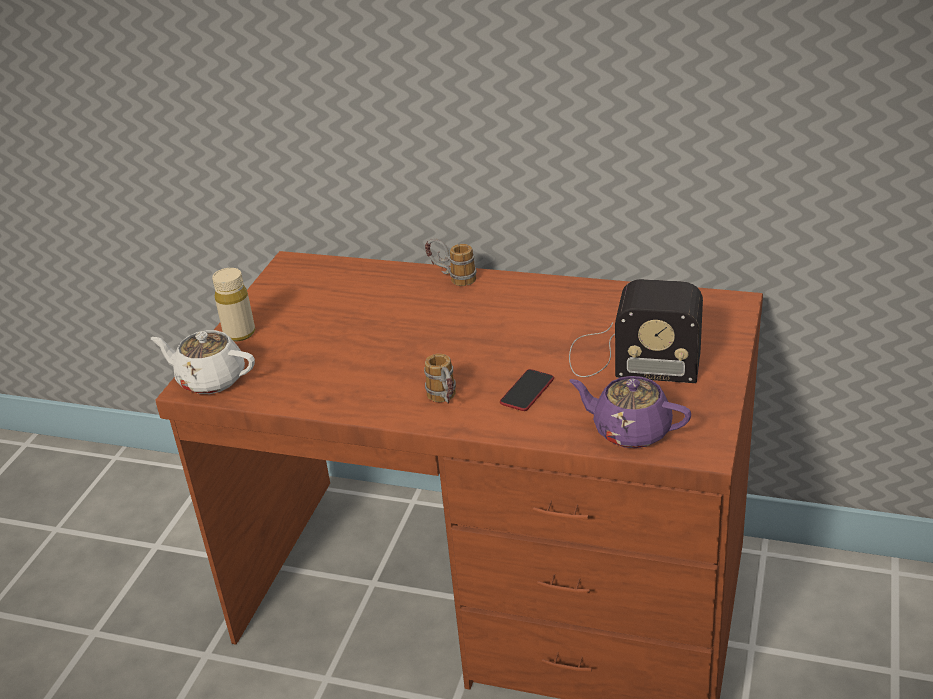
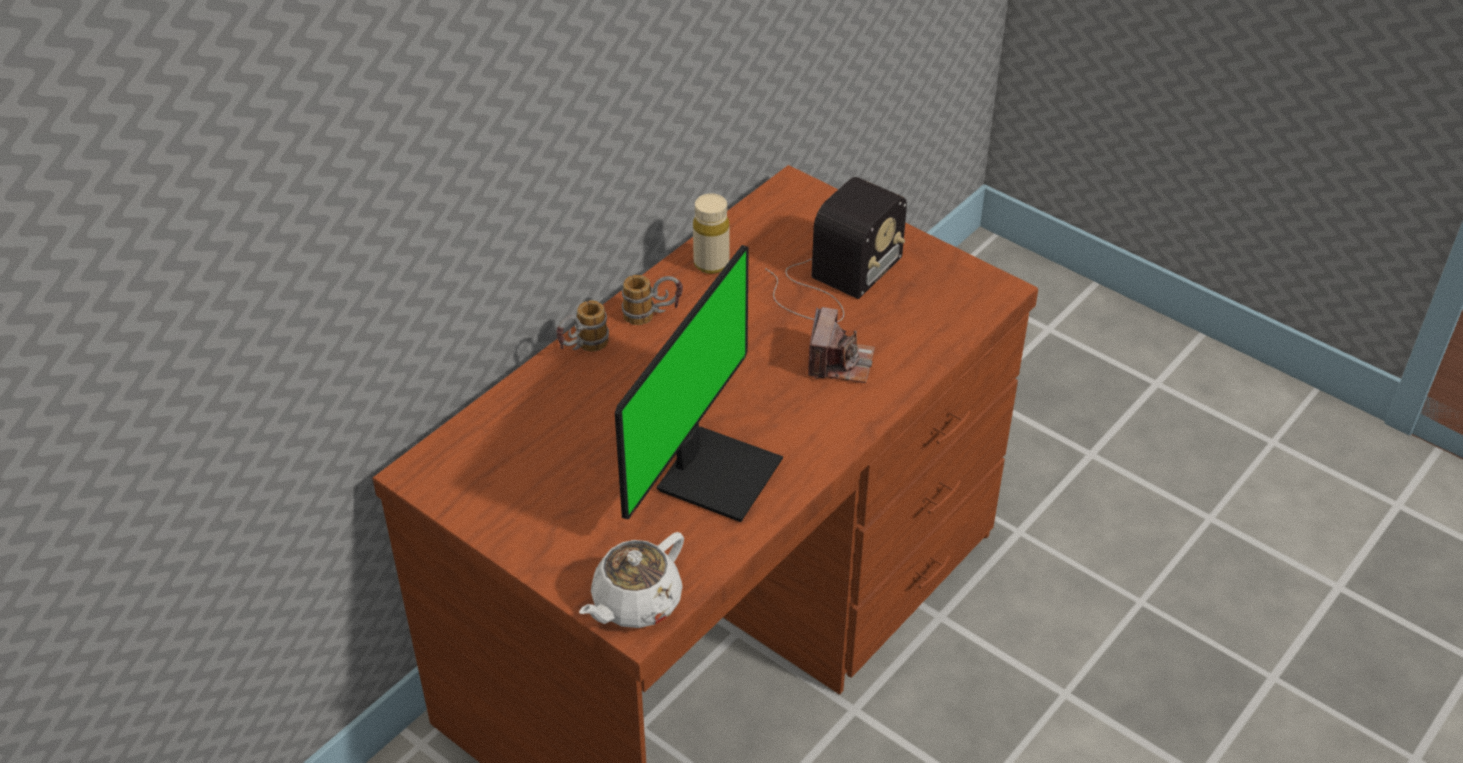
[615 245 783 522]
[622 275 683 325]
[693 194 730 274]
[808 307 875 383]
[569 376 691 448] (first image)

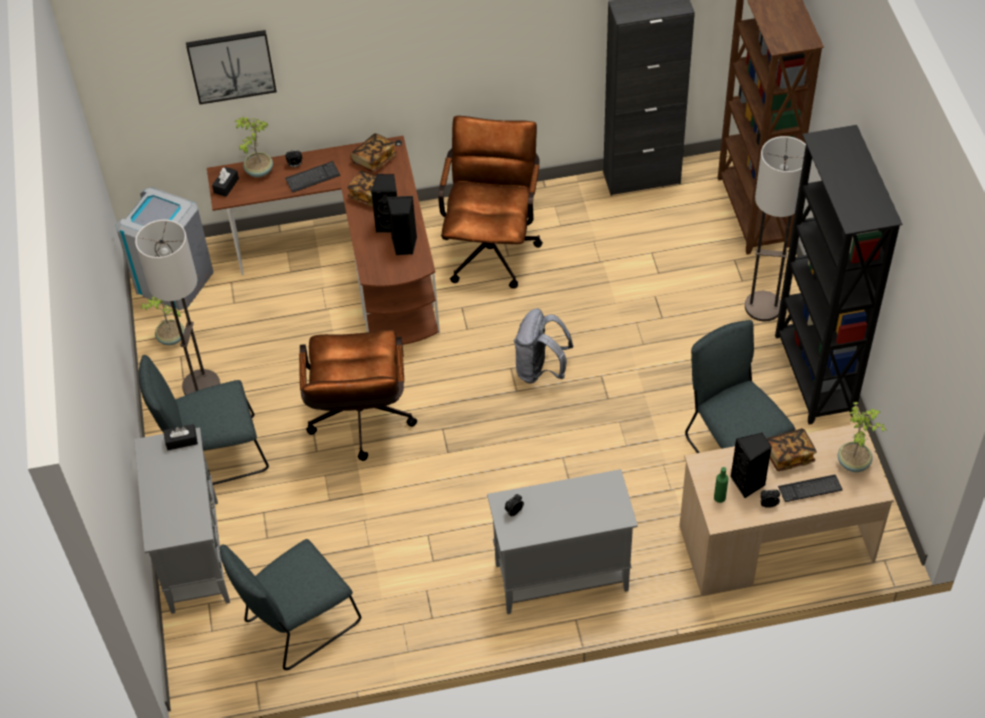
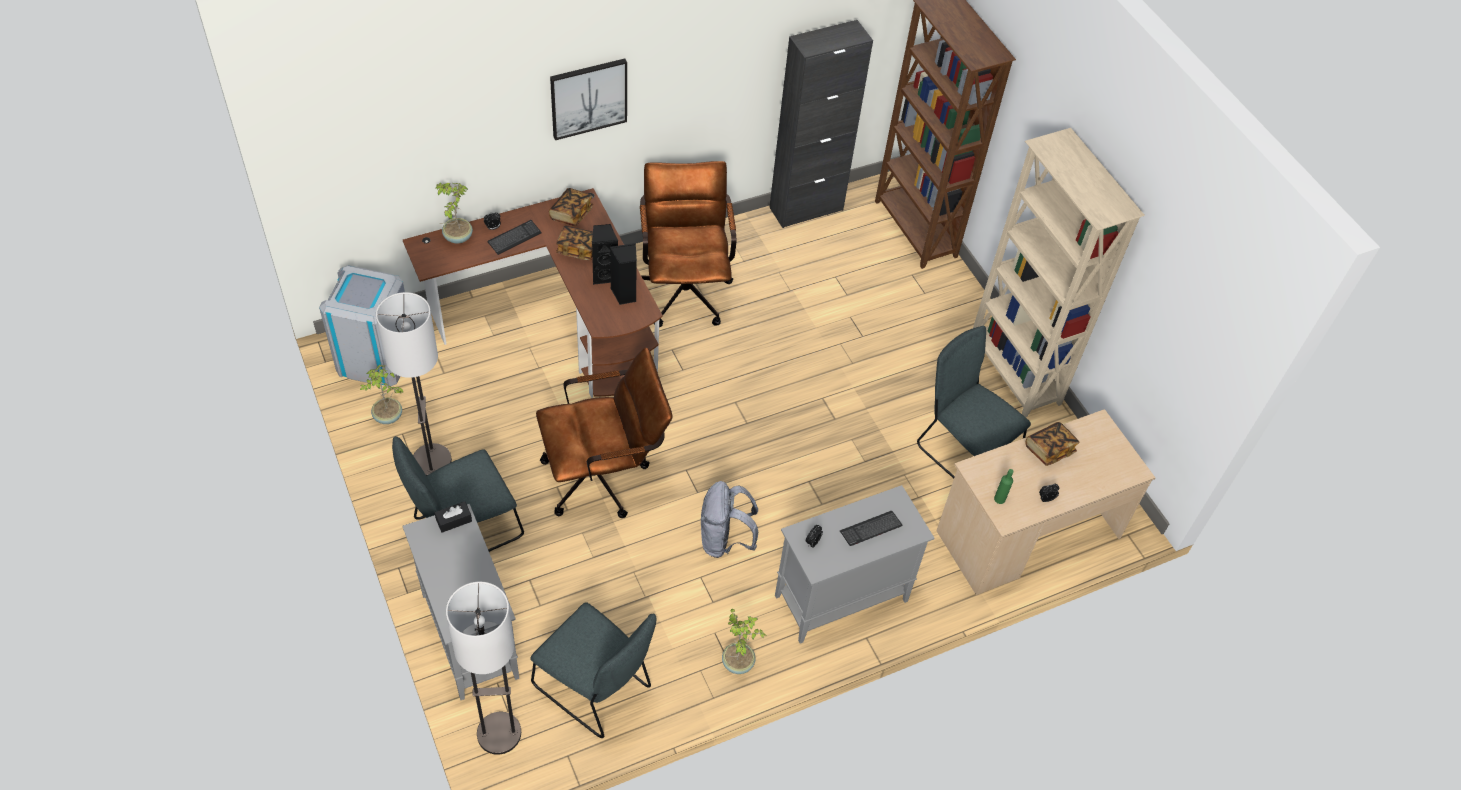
[446 581 521 755]
[530 602 656 738]
[536 347 673 518]
[550 59 627 140]
[701 481 758 558]
[722 609 766 674]
[840 511 902 546]
[973 128 1145 417]
[212 167 239 197] (first image)
[731 433 772 498] (first image)

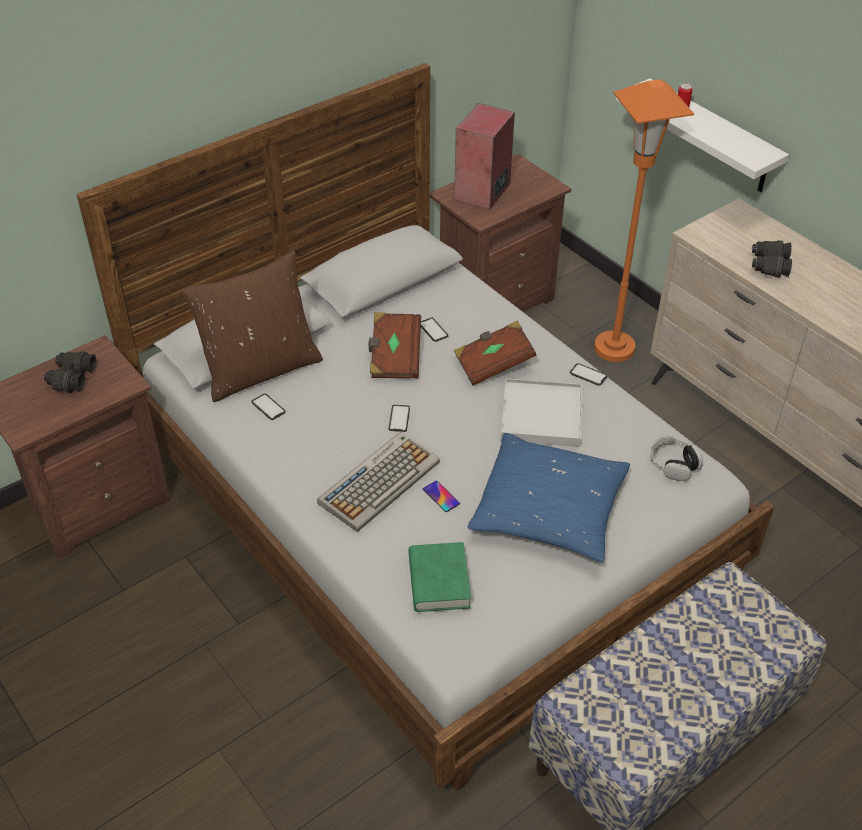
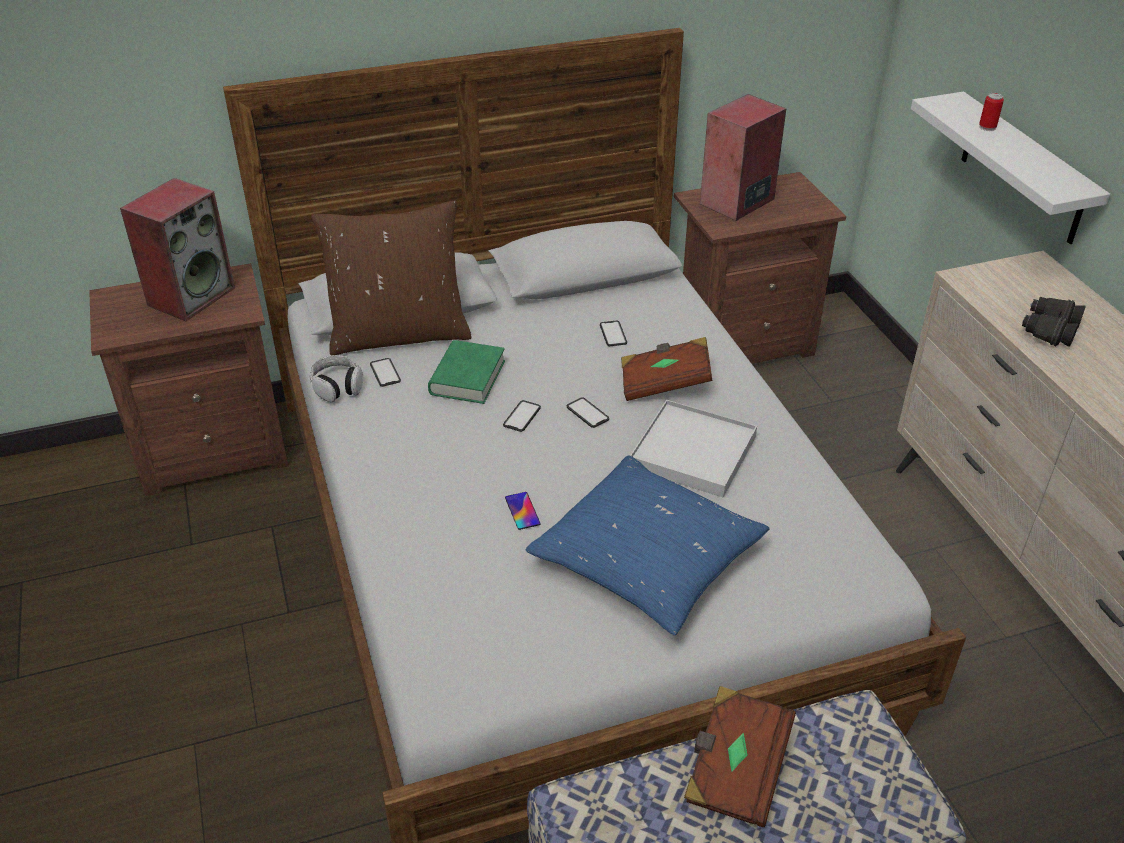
[120 178 235 321]
[309 355 363 402]
[428 340 505 404]
[567 397 609 428]
[684 686 796 827]
[317 431 440 532] (first image)
[594 79 694 362] (first image)

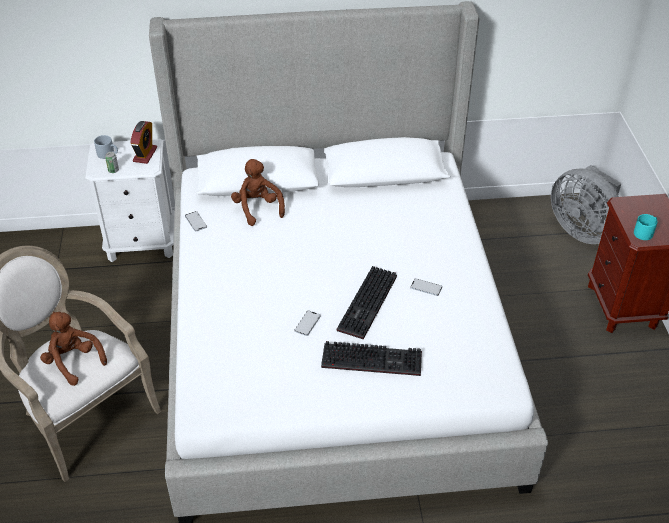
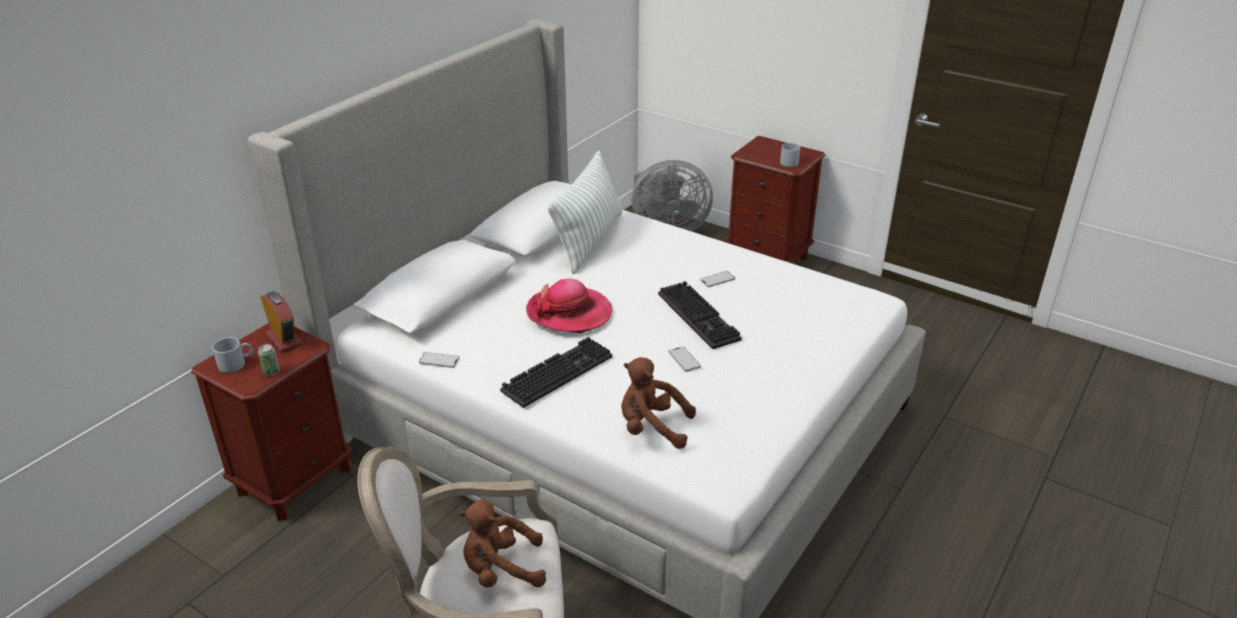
[191 323 352 521]
[500 337 612 408]
[526 279 612 333]
[547 150 622 274]
[621 357 696 449]
[780 143 800 167]

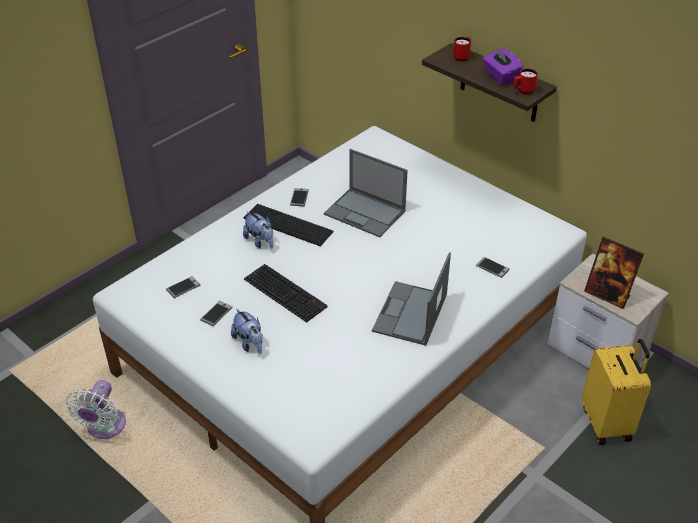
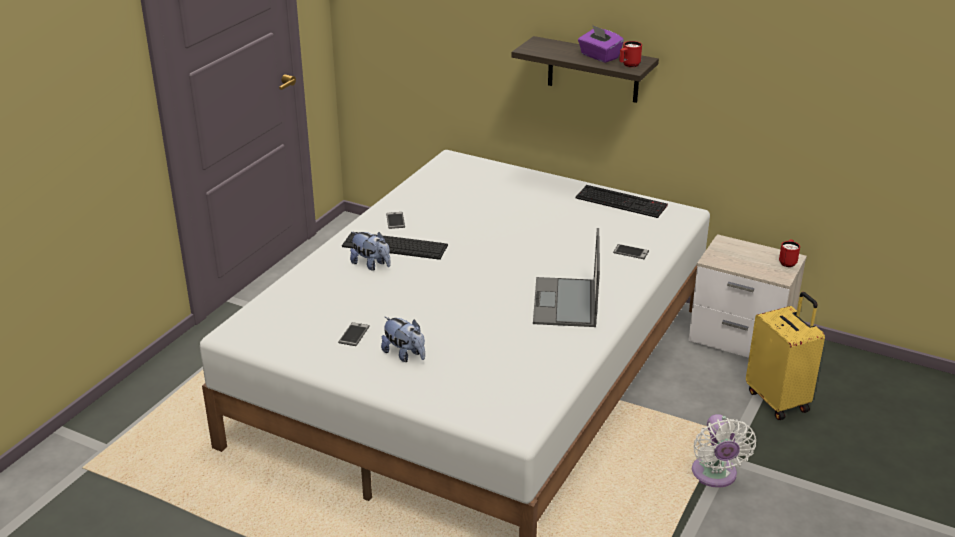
[575 185 668 218]
[692 414 756 488]
[779 239 800 267]
[166 276 200 298] (first image)
[324 149 408 237] (first image)
[584 237 644 309] (first image)

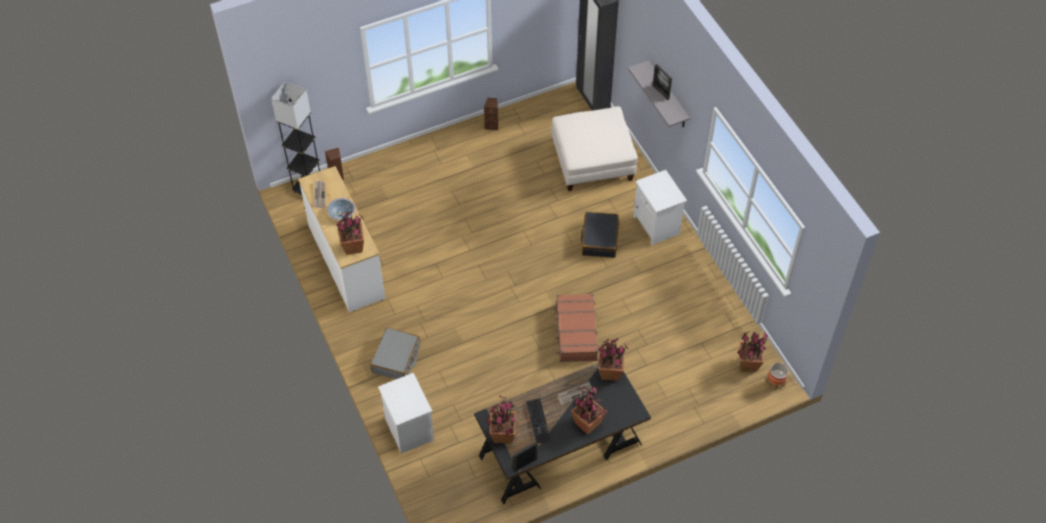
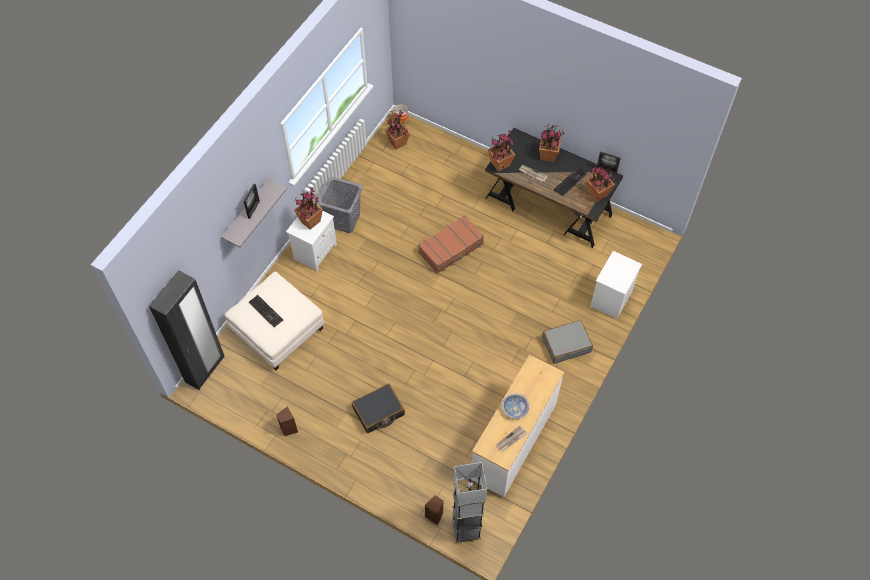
[249 295 283 327]
[294 187 323 230]
[318 177 363 233]
[352 384 405 433]

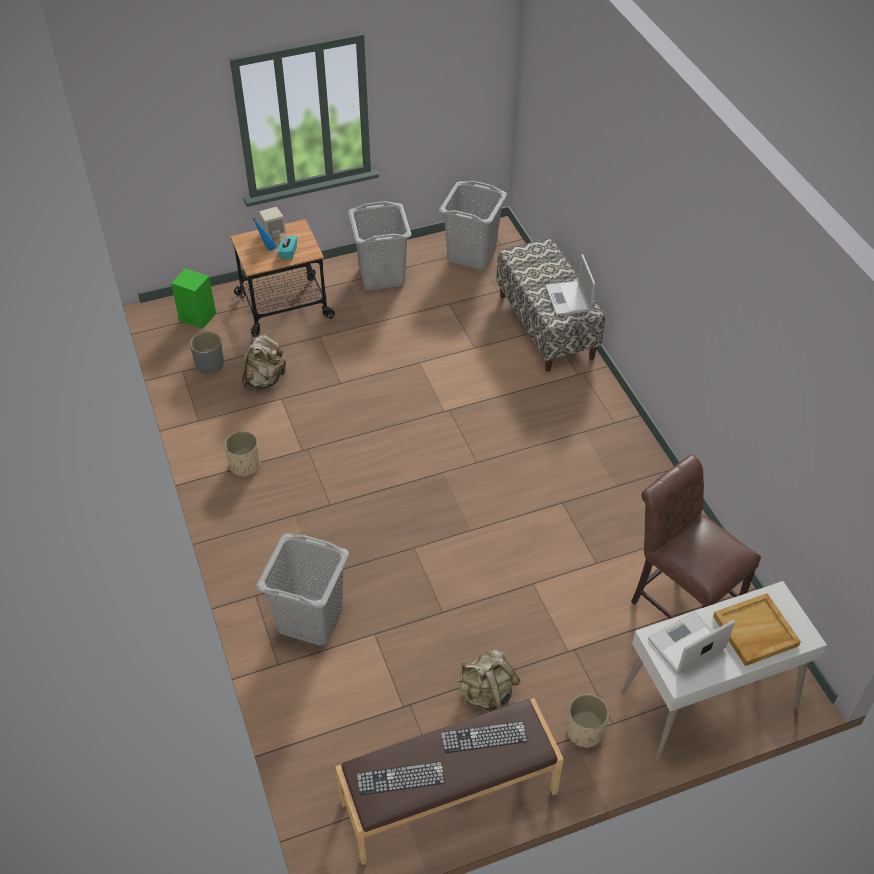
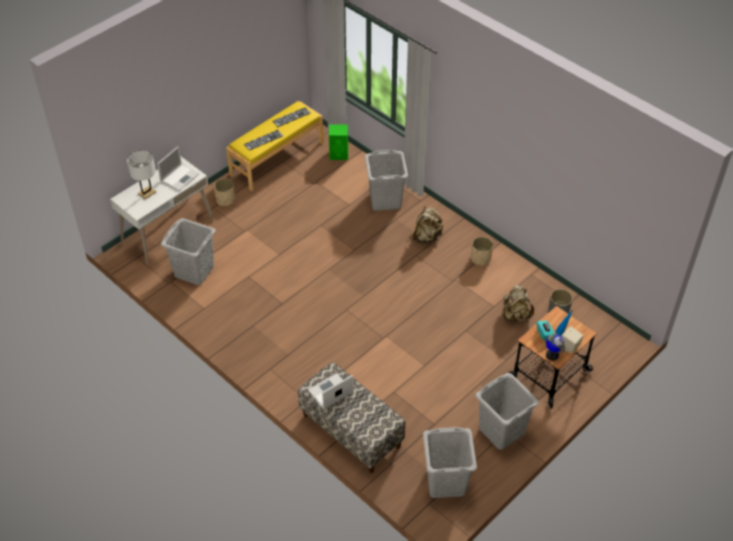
[127 150 156 199]
[161 218 215 285]
[226 101 324 191]
[308 373 353 409]
[329 124 348 160]
[413 207 443 243]
[546 334 565 360]

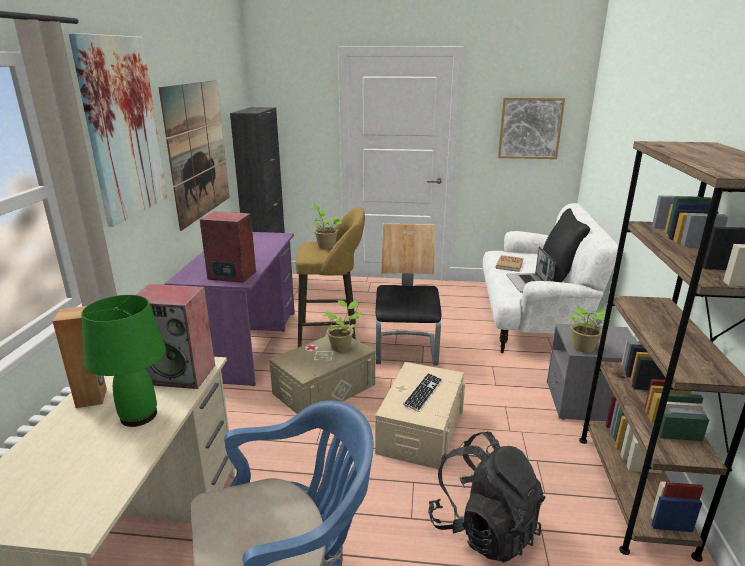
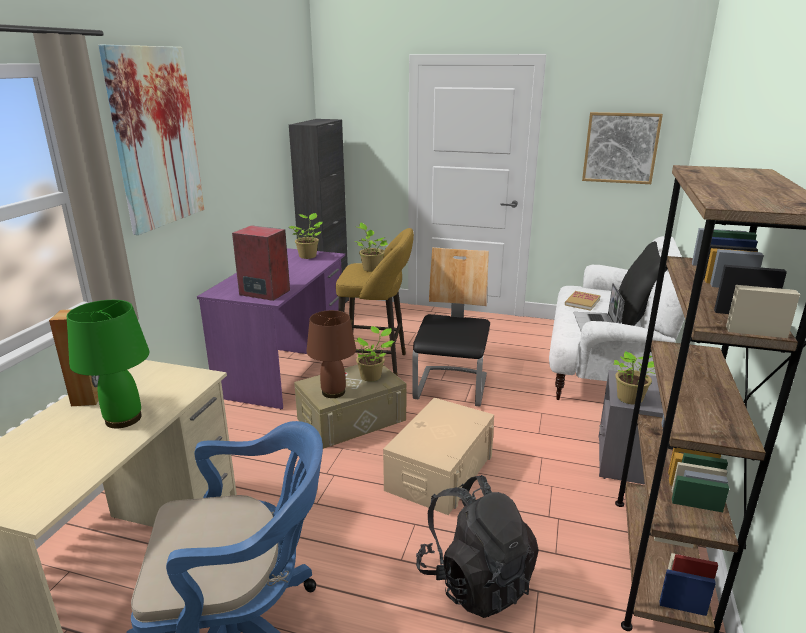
[289 213 323 259]
[306 310 356 398]
[136 284 215 389] (first image)
[158 80 230 231] (first image)
[403 373 443 412] (first image)

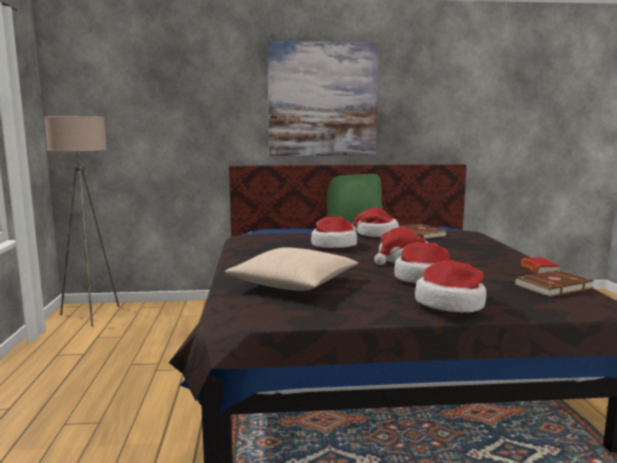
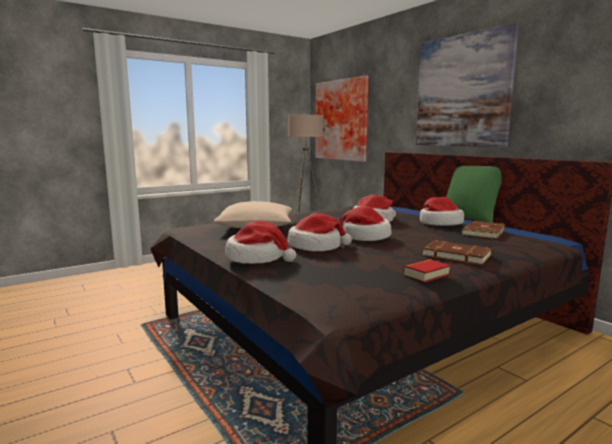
[315 75 368 162]
[422 241 492 265]

